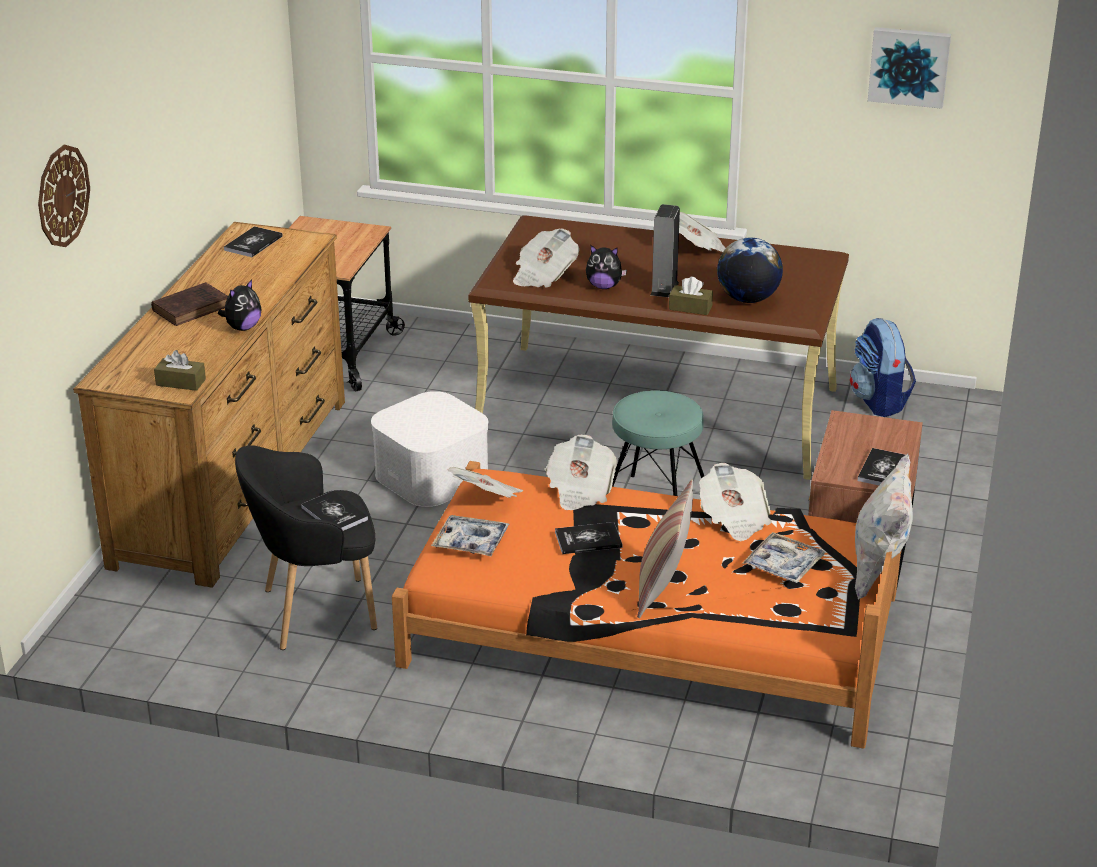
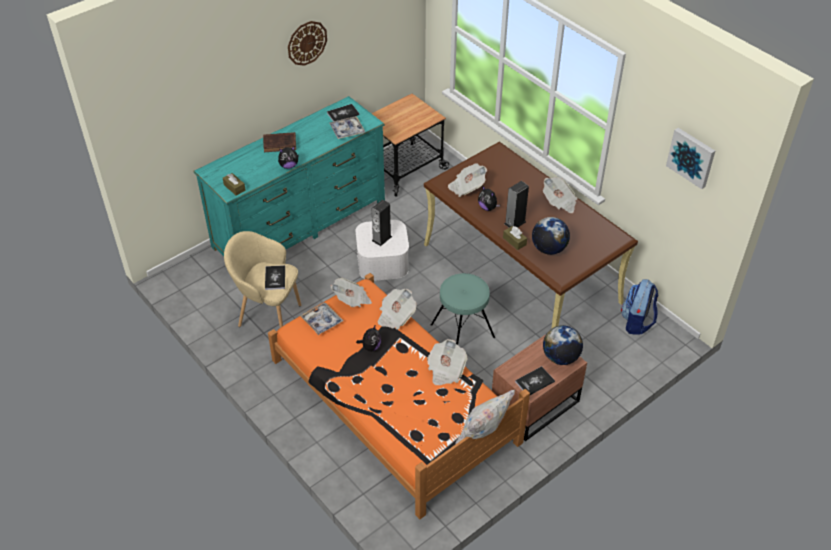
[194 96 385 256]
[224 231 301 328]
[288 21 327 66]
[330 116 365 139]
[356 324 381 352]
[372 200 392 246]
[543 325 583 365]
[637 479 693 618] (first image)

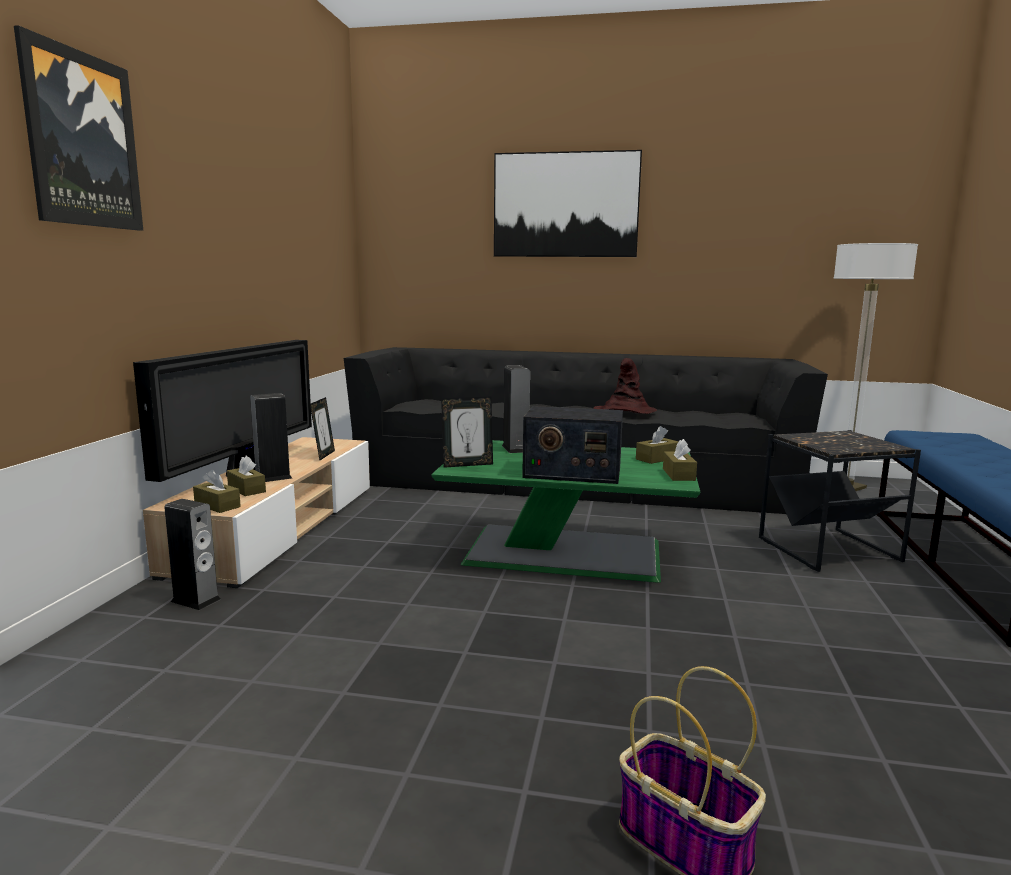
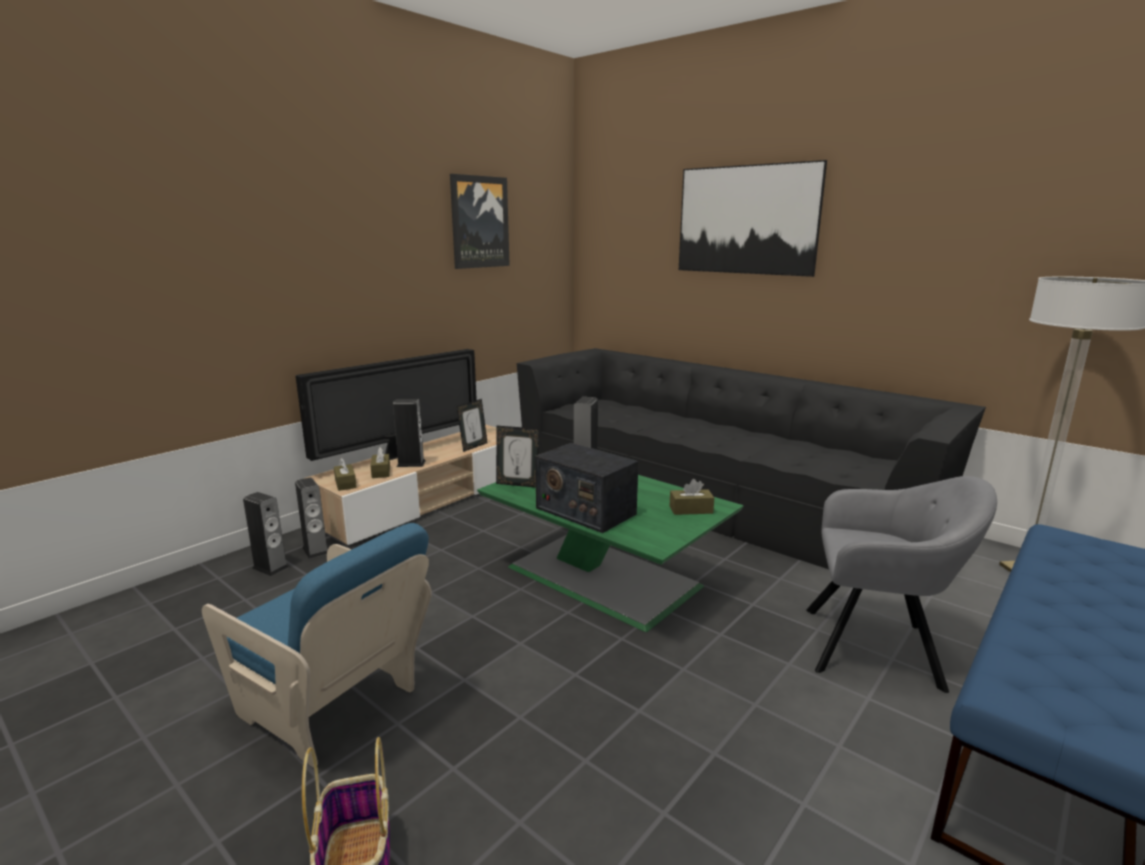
[202 523 432 768]
[243 492 289 576]
[450 174 510 269]
[806 476 997 693]
[594 358 657 414] (first image)
[663 439 697 481] (first image)

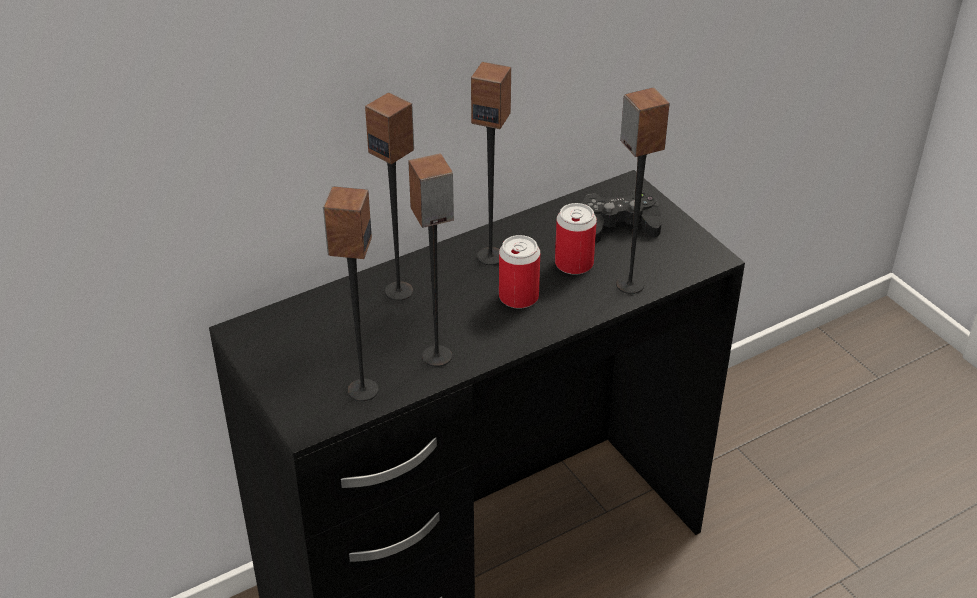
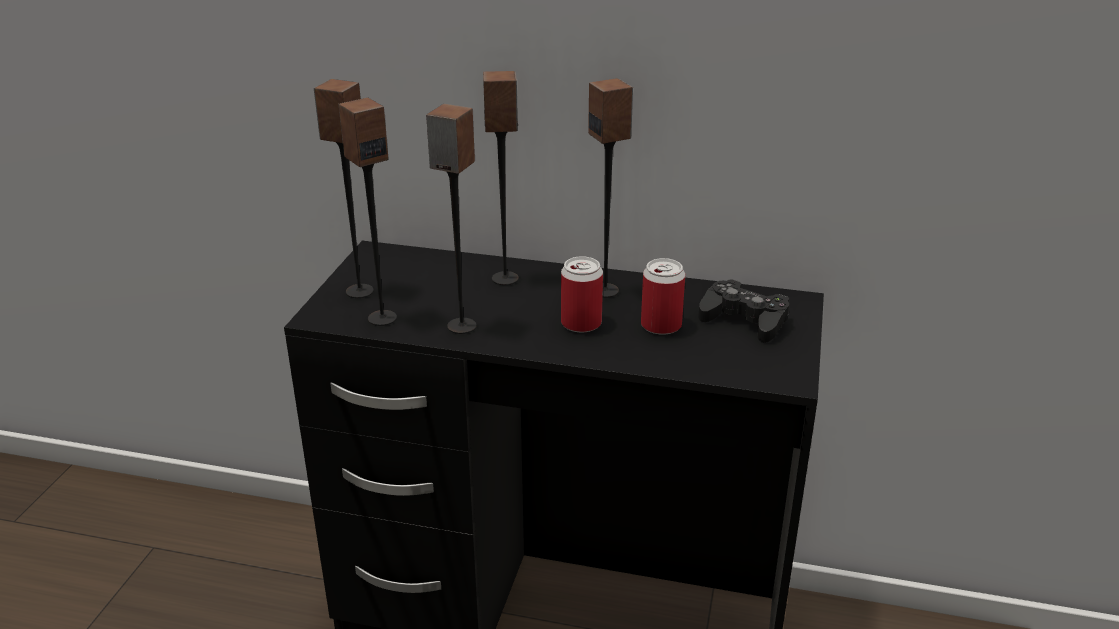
[314 79 374 298]

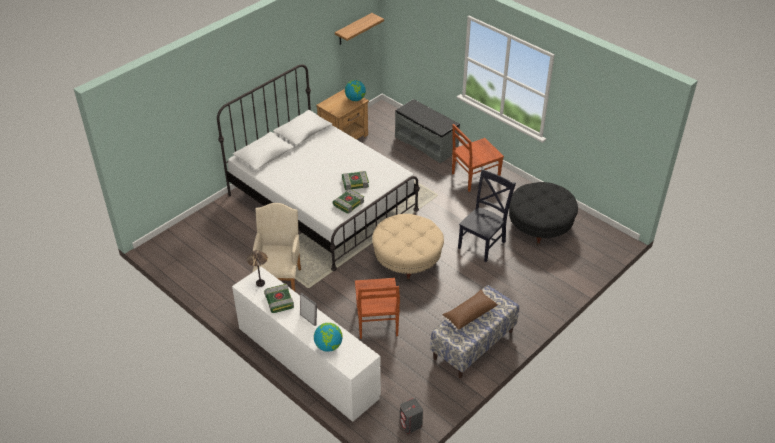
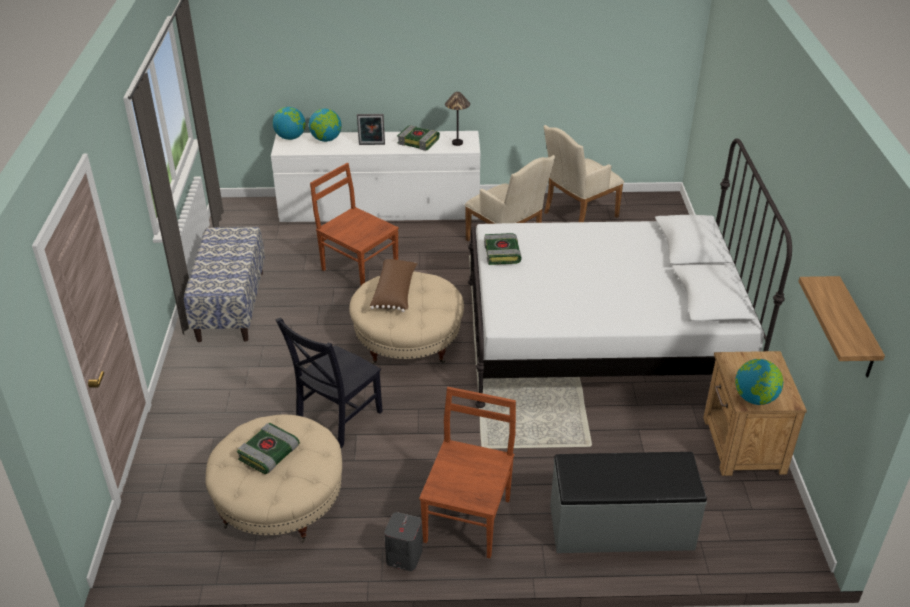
[205 415 342 543]
[237 423 300 474]
[273 107 306 140]
[275 317 383 448]
[370 259 417 312]
[384 512 422 571]
[544 125 624 222]

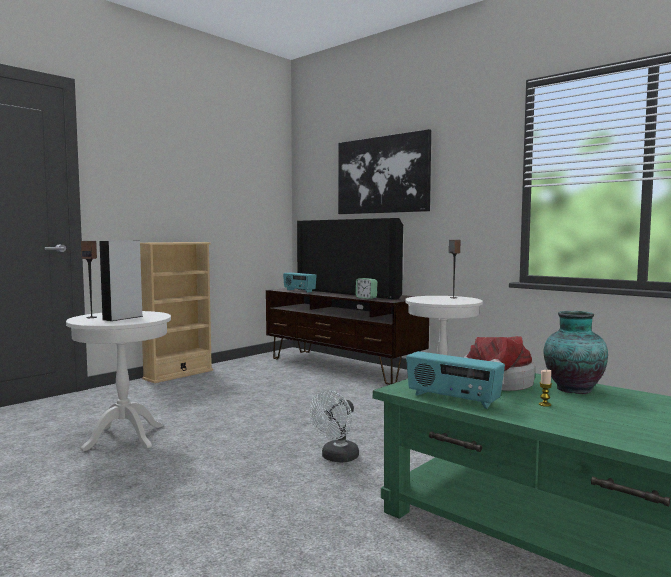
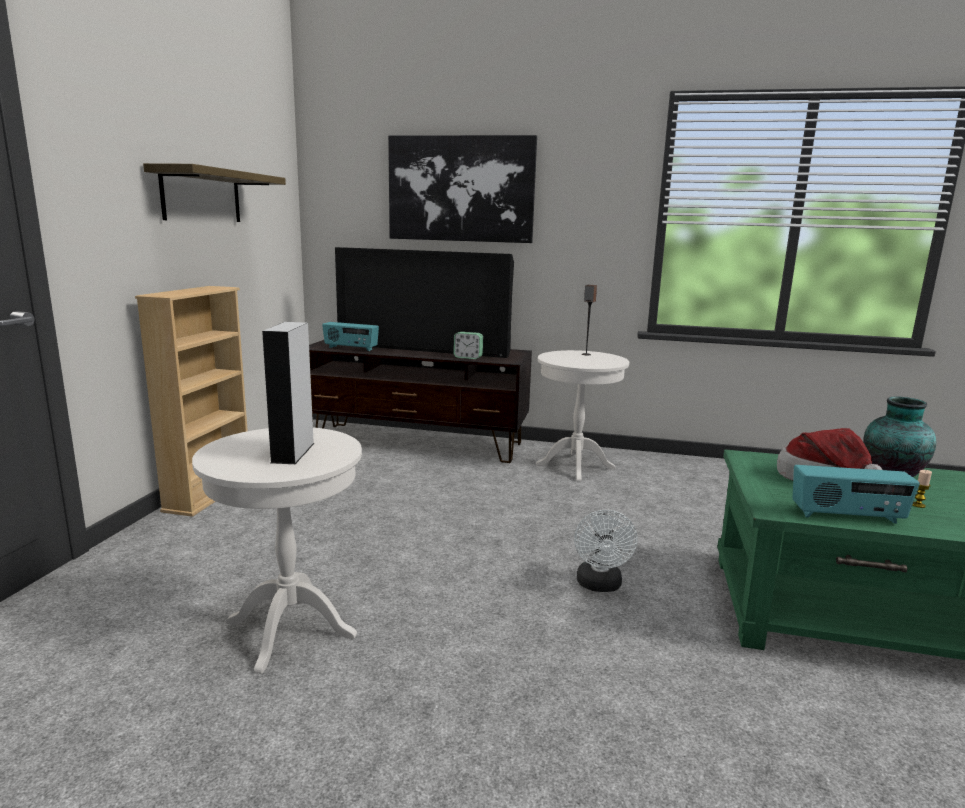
[143 163 286 222]
[81 241 97 318] (first image)

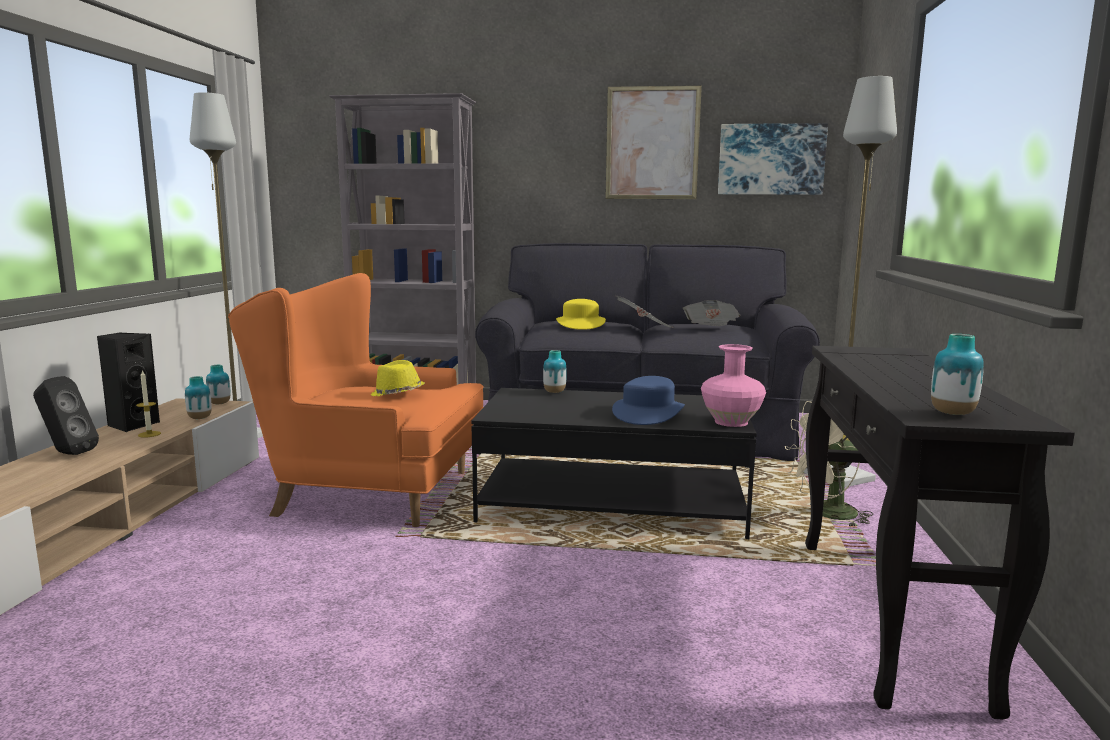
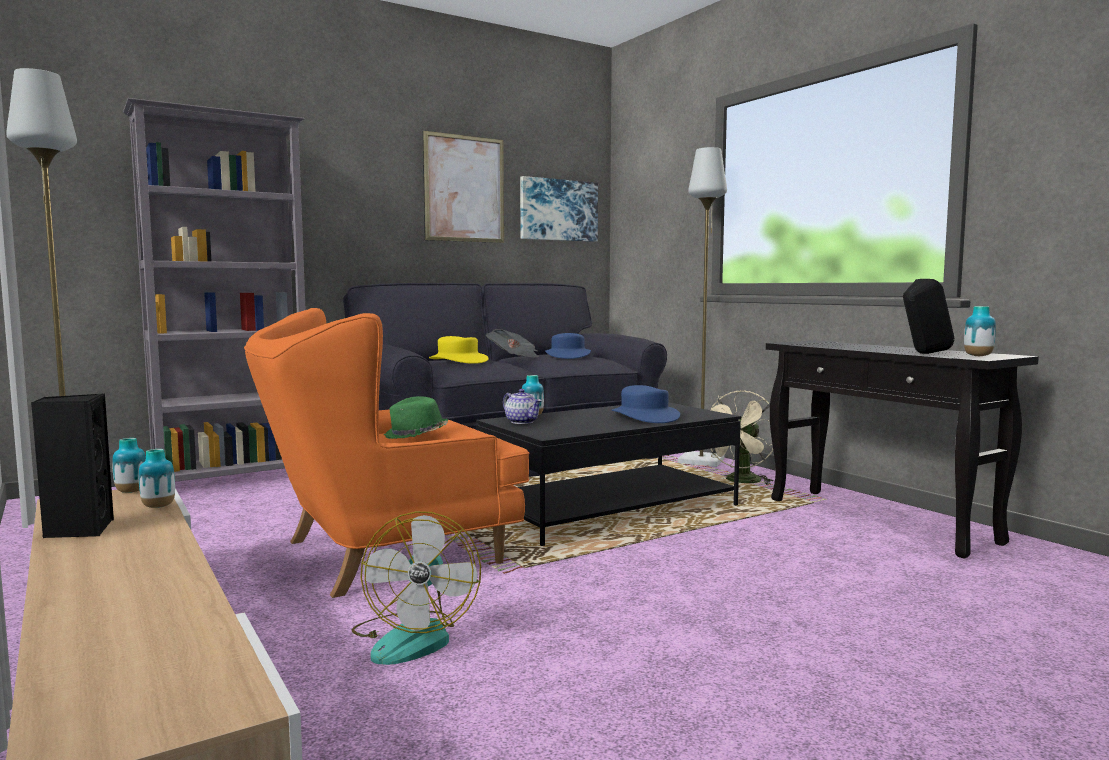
[352 511 481 665]
[383 396 448 439]
[503 389 542 424]
[545 333 591 359]
[903 279 955 354]
[136 370 161 438] (first image)
[701 344 766 427] (first image)

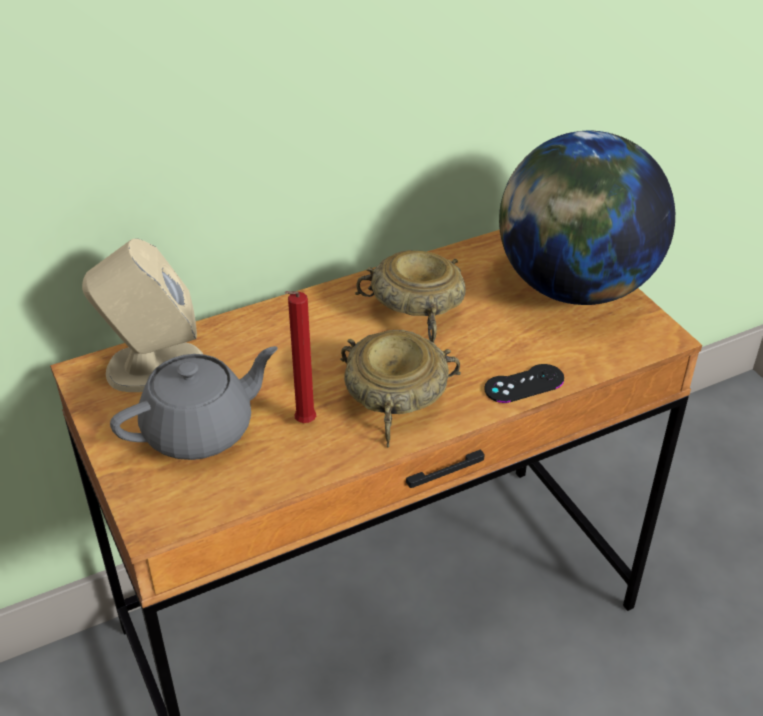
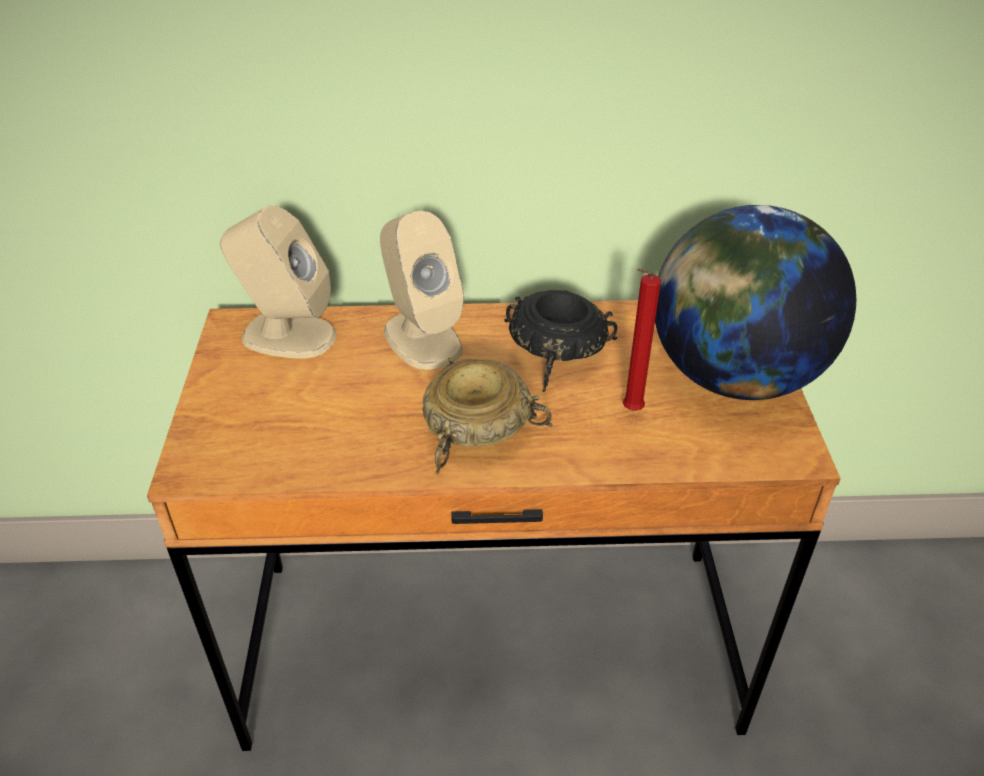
[380 211 464 370]
[504 290 617 392]
[623 268 661 411]
[110 346 278 460] (first image)
[484 364 564 403] (first image)

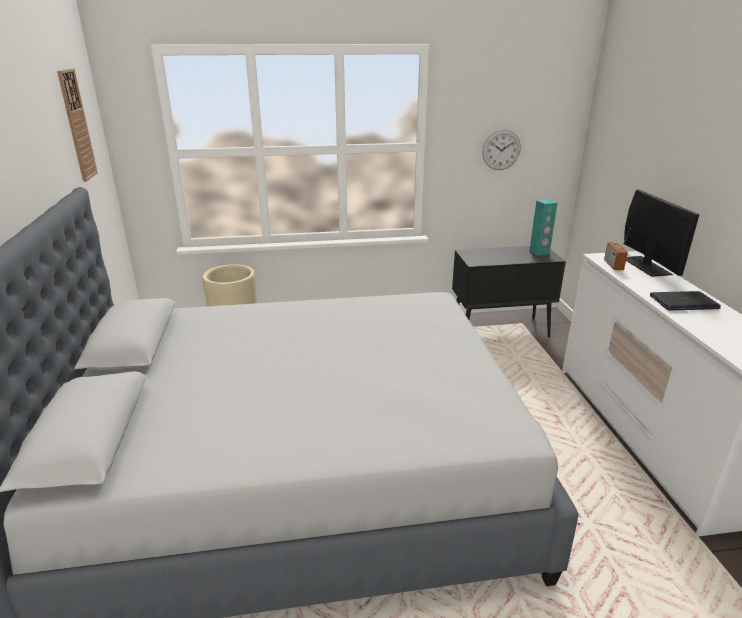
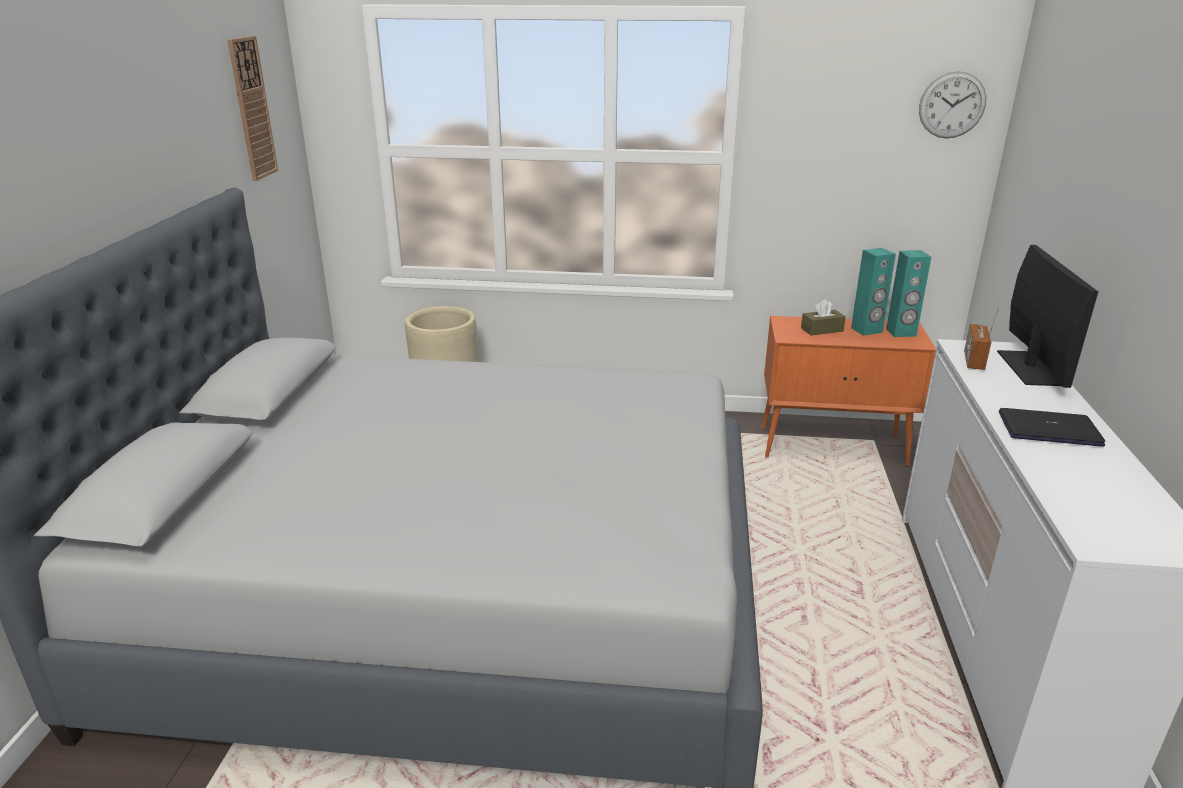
[761 316 936 467]
[801 299 846 335]
[851 248 896 336]
[919 71 987 139]

